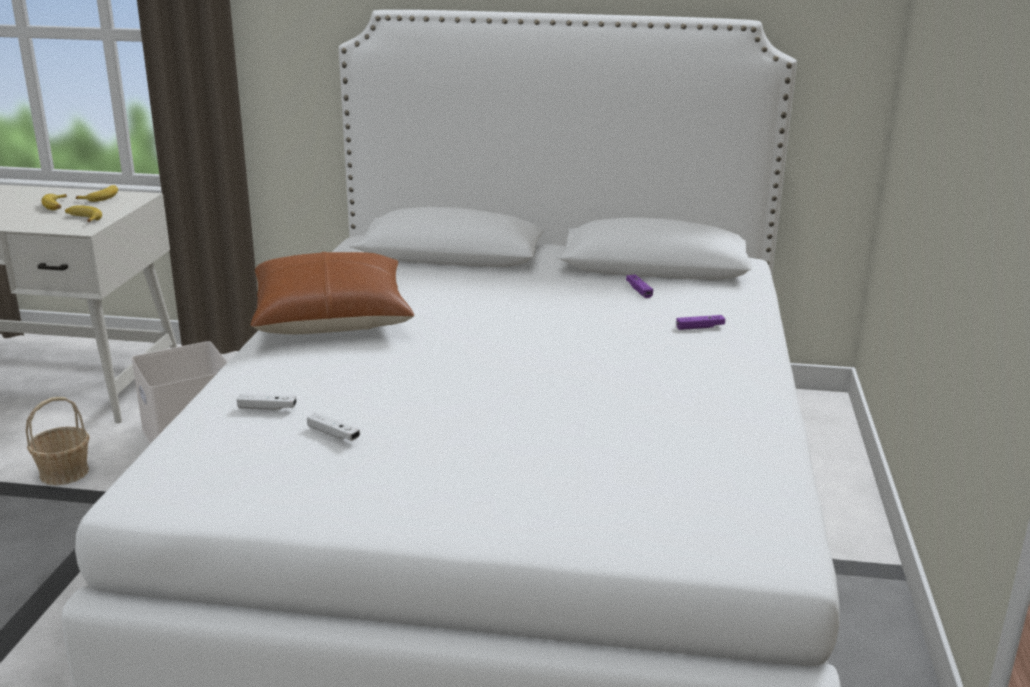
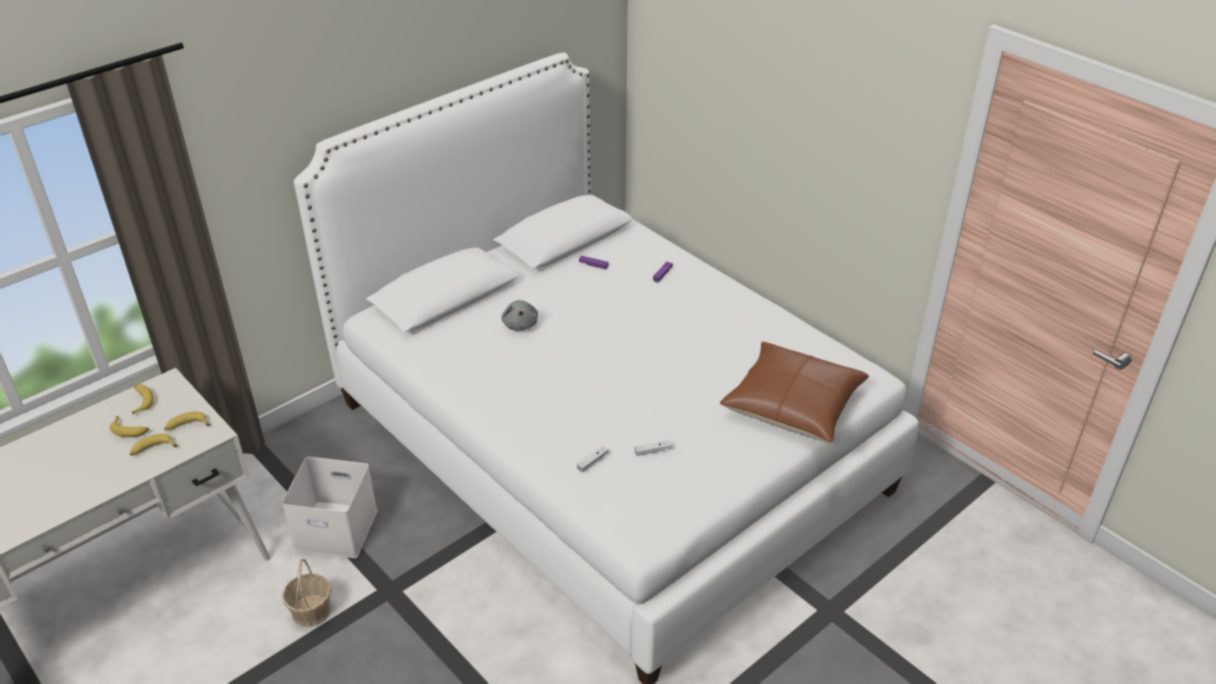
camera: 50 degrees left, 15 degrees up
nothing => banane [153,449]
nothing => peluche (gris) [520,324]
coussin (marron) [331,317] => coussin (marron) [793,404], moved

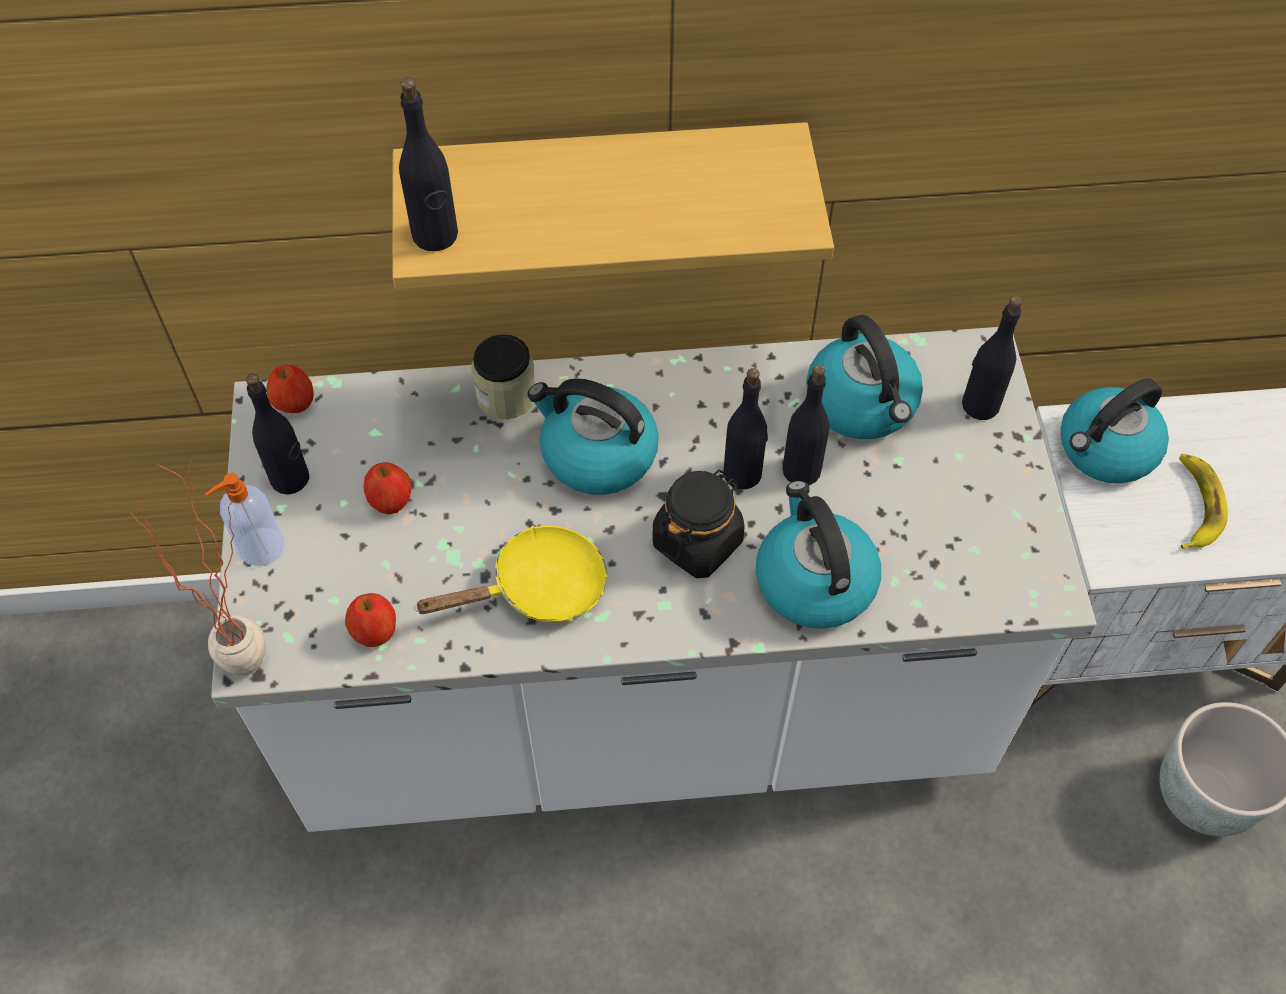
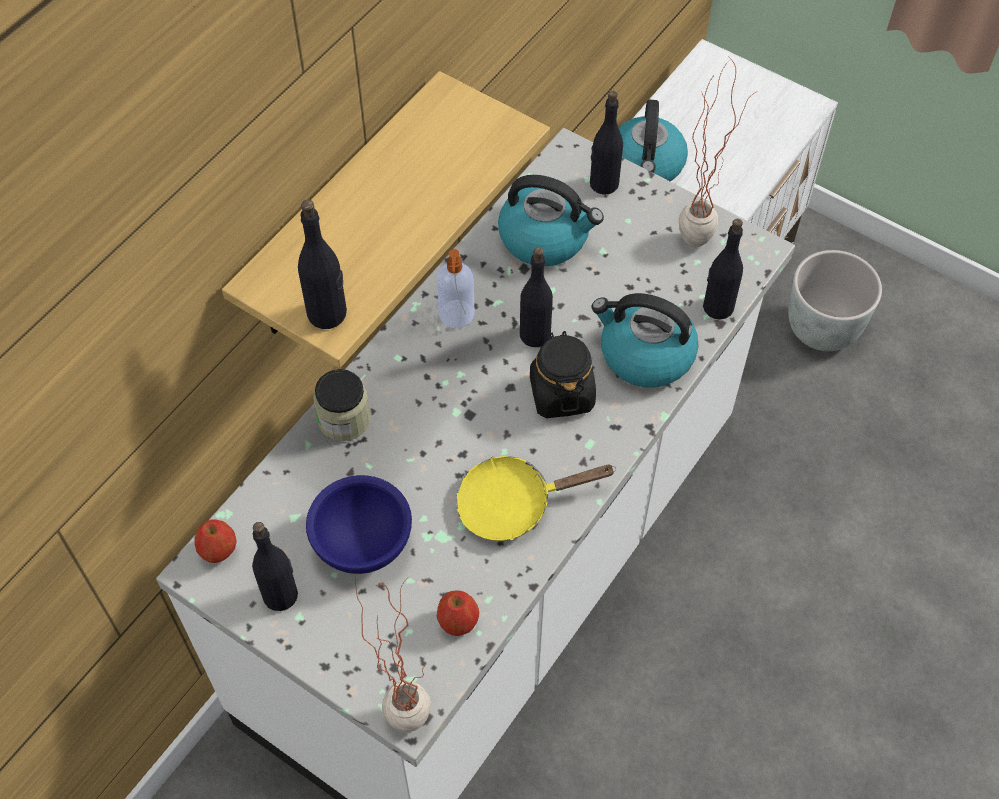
camera: 50 degrees left, 0 degrees up
bouilloire [597,454] => nothing
banane [1195,505] => nothing
nothing => plante en pot [701,233]
distributeur de savon [259,548] => distributeur de savon [456,315], moved
bouteille (noir) [801,470] => bouteille (noir) [717,307], moved
pomme [391,502] => bol (bleu) [362,545]
poêle (jaune) [538,588] => poêle (jaune) [513,504], 120 degrees counterclockwise

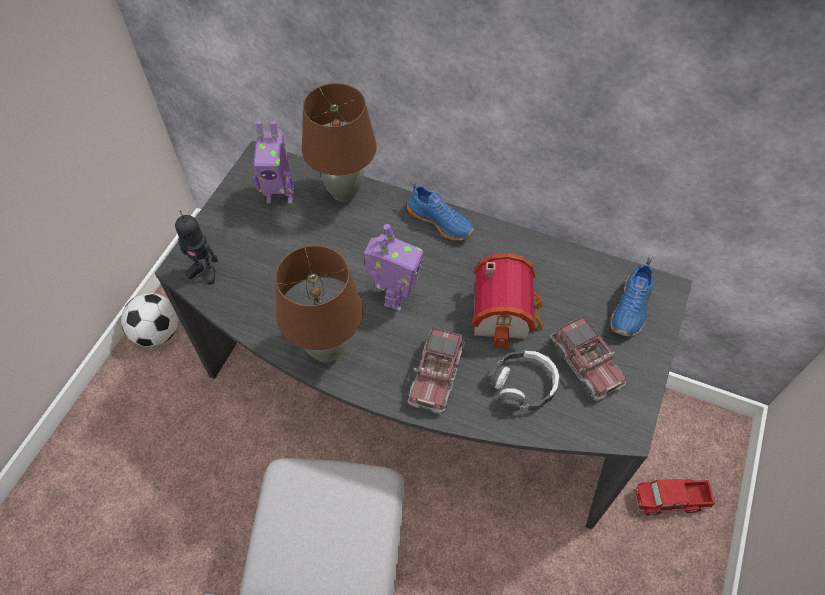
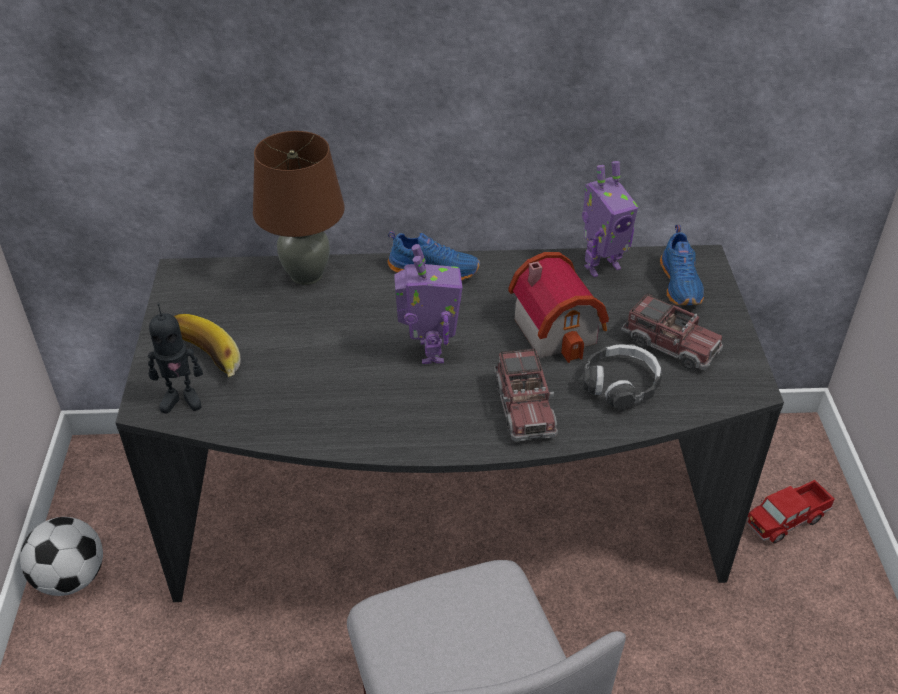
camera: 25 degrees left, 15 degrees down
lampe de table (marron) [327,349] => nothing
nothing => banane [203,360]
robot jouet [280,196] => robot jouet [601,266], moved

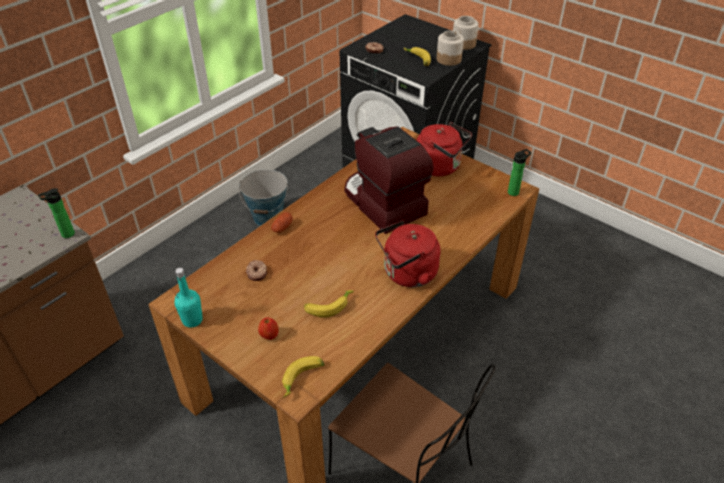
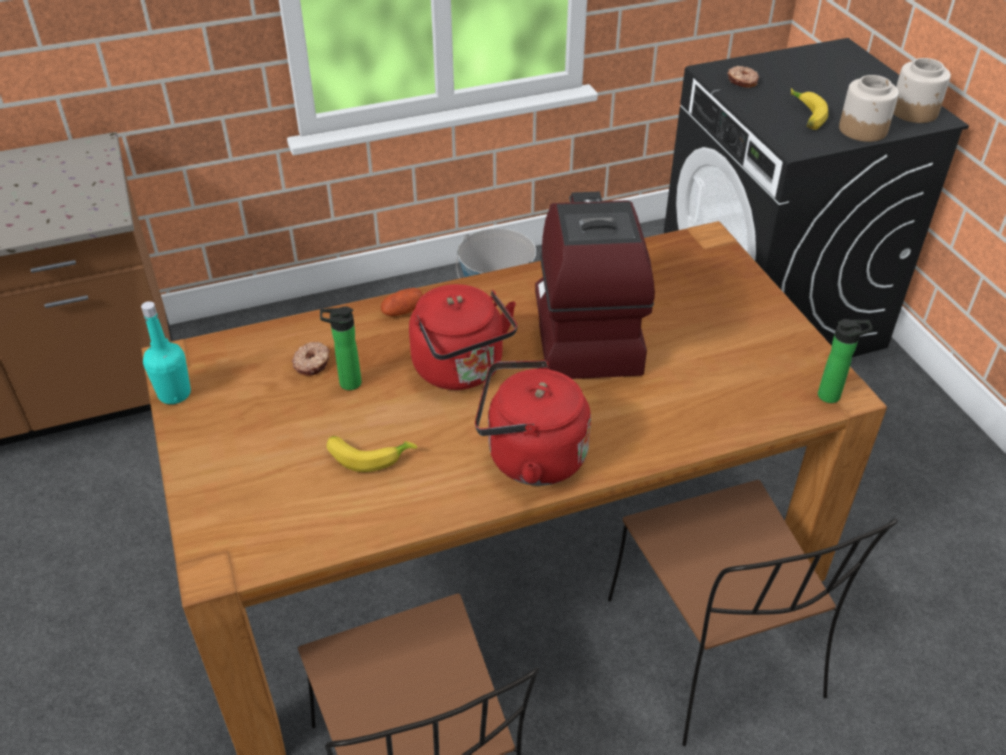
camera: 30 degrees right, 0 degrees up
pomme [269,336] => nothing
banane [302,379] => nothing
nothing => chaise (marron) [716,652]
bouteille [66,235] => bouteille [346,383], moved
bouilloire (rouge) [440,167] => bouilloire (rouge) [462,370], moved

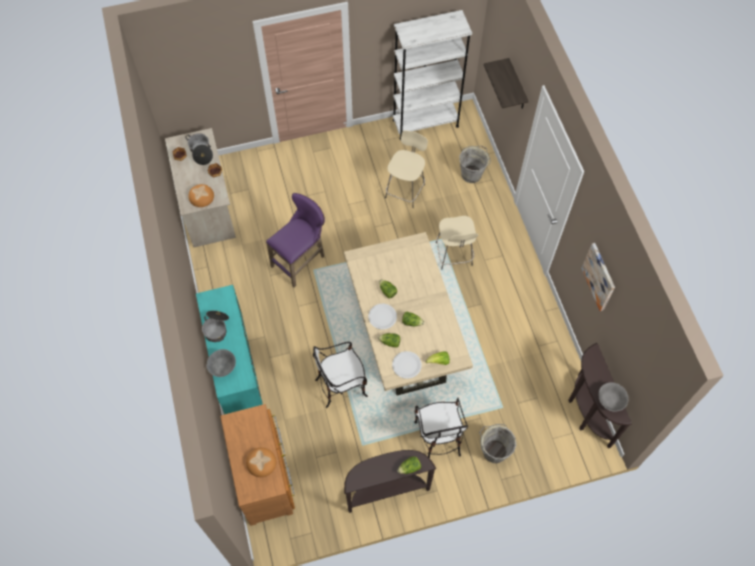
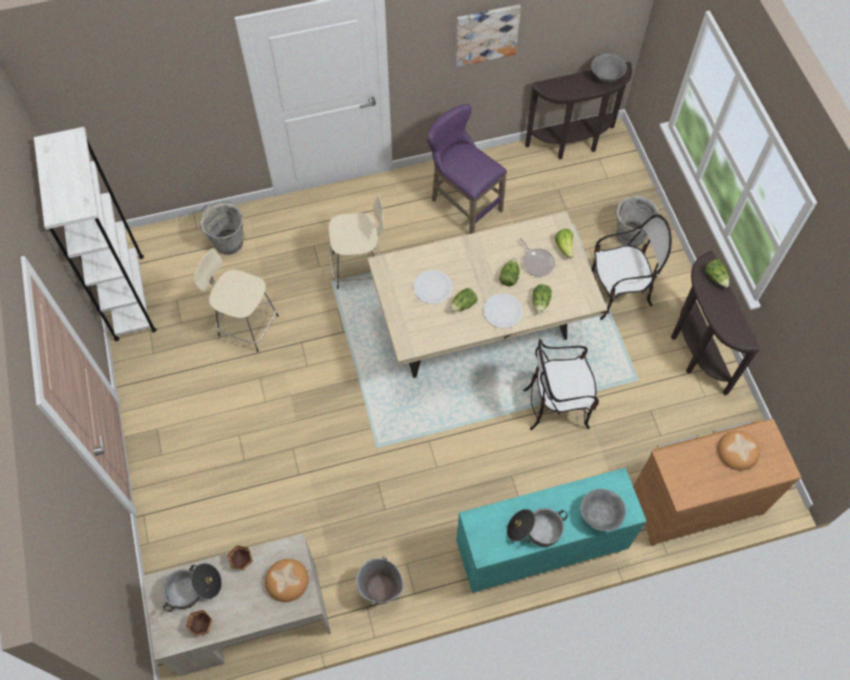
camera: 90 degrees left, 0 degrees up
étagère [517,86] => nothing
nothing => seau (gris) [380,589]
nothing => poêle [537,262]
tabouret (violet) [301,260] => tabouret (violet) [462,204], moved
assiette (blanc) [406,365] => assiette (blanc) [432,287], moved
chaise [341,385] => chaise [557,406], 105 degrees clockwise

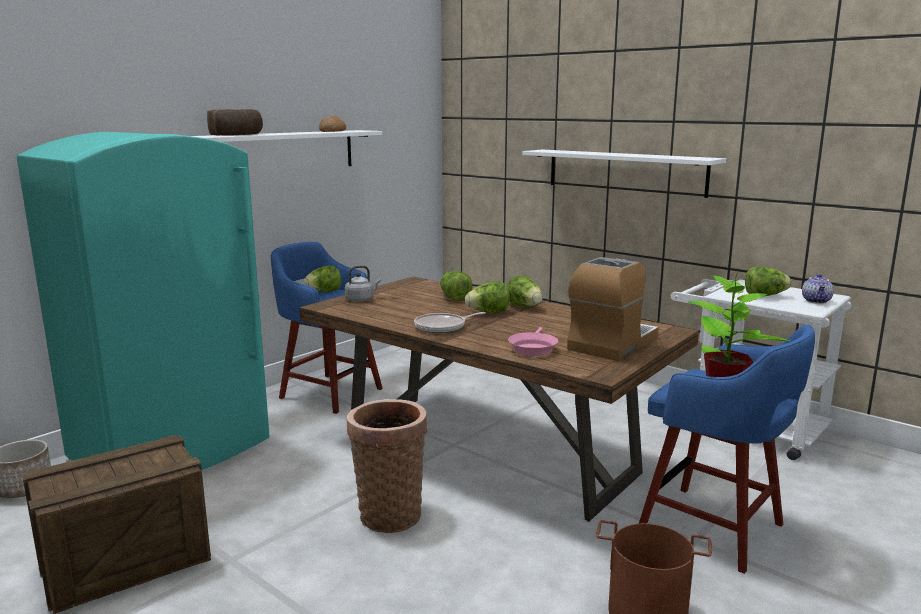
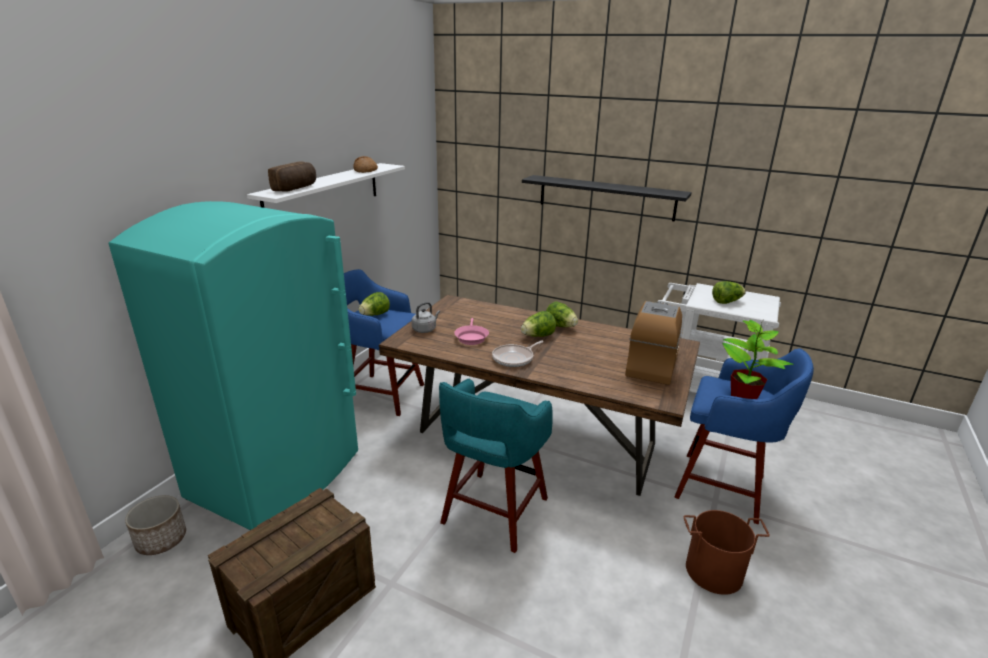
camera: 15 degrees left, 10 degrees up
laitue [454,298] => nothing
théière [817,301] => nothing
poêle (rose) [533,348] => poêle (rose) [471,337], moved
panier [389,513] => tabouret (turquoise) [493,512]
étagère (blanc) [624,172] => étagère (noir) [606,197]

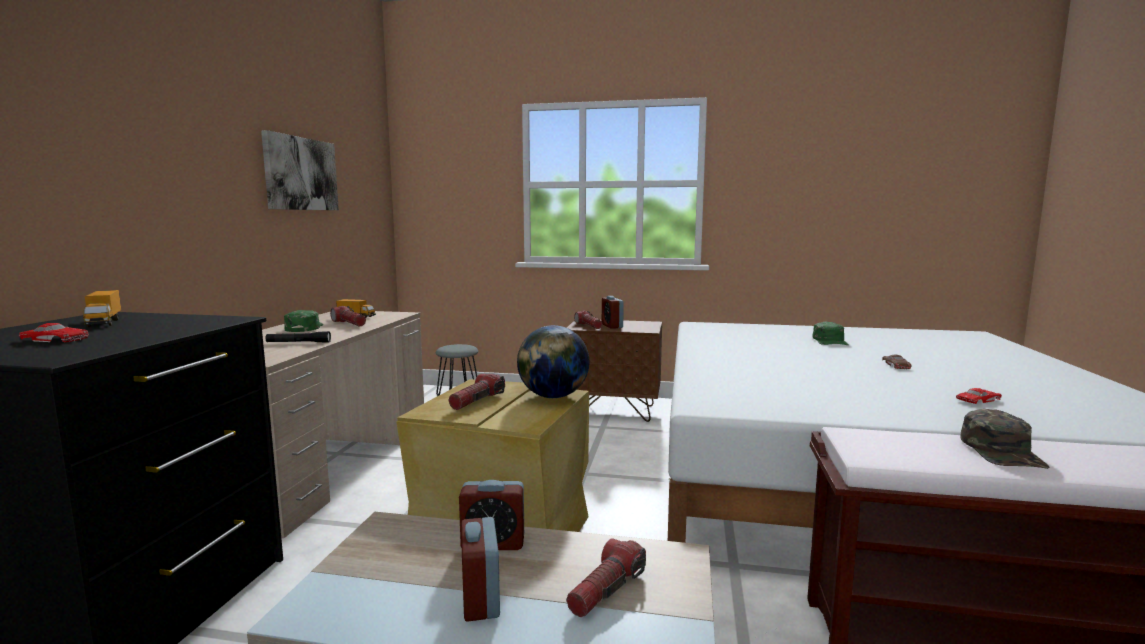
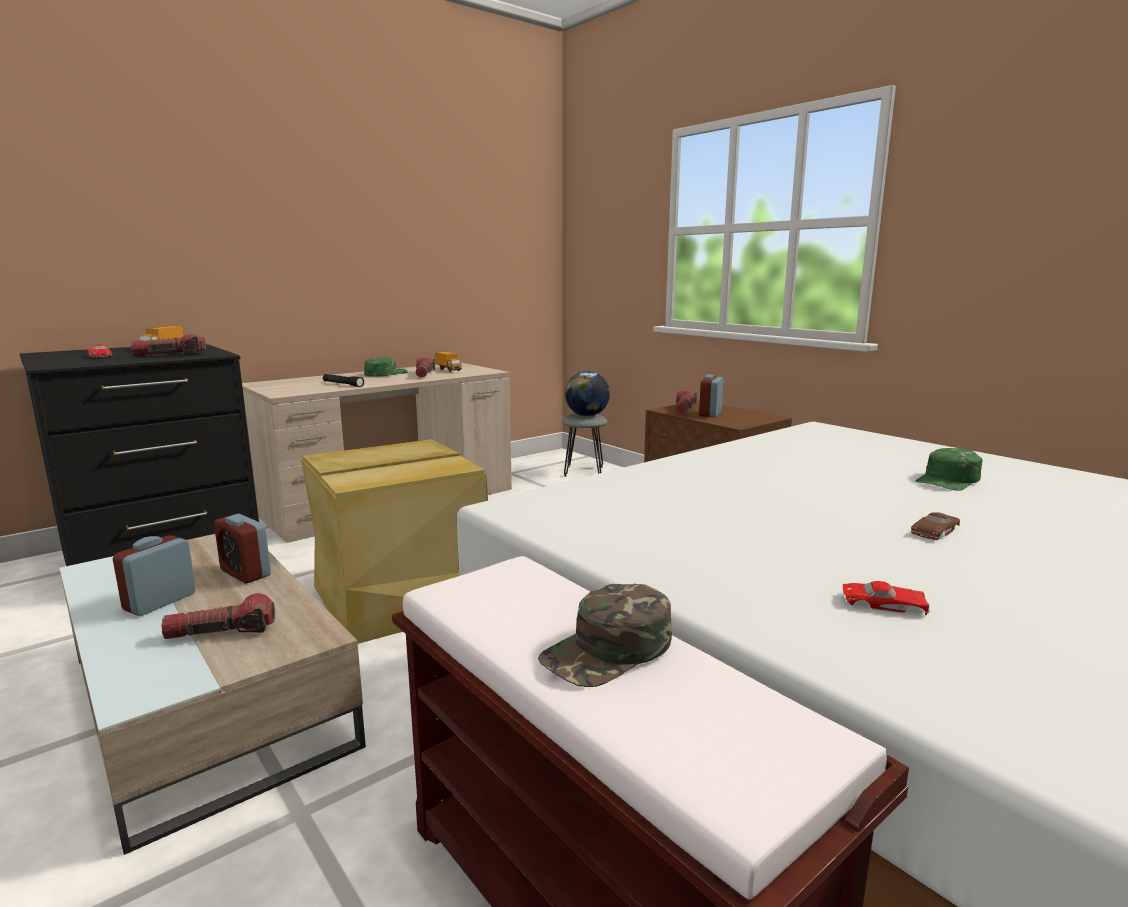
camera: 40 degrees right, 5 degrees up
tableau [300,174] => nothing
lampe de poche [477,401] => lampe de poche [170,355], moved
globe [553,396] => globe [587,415], moved

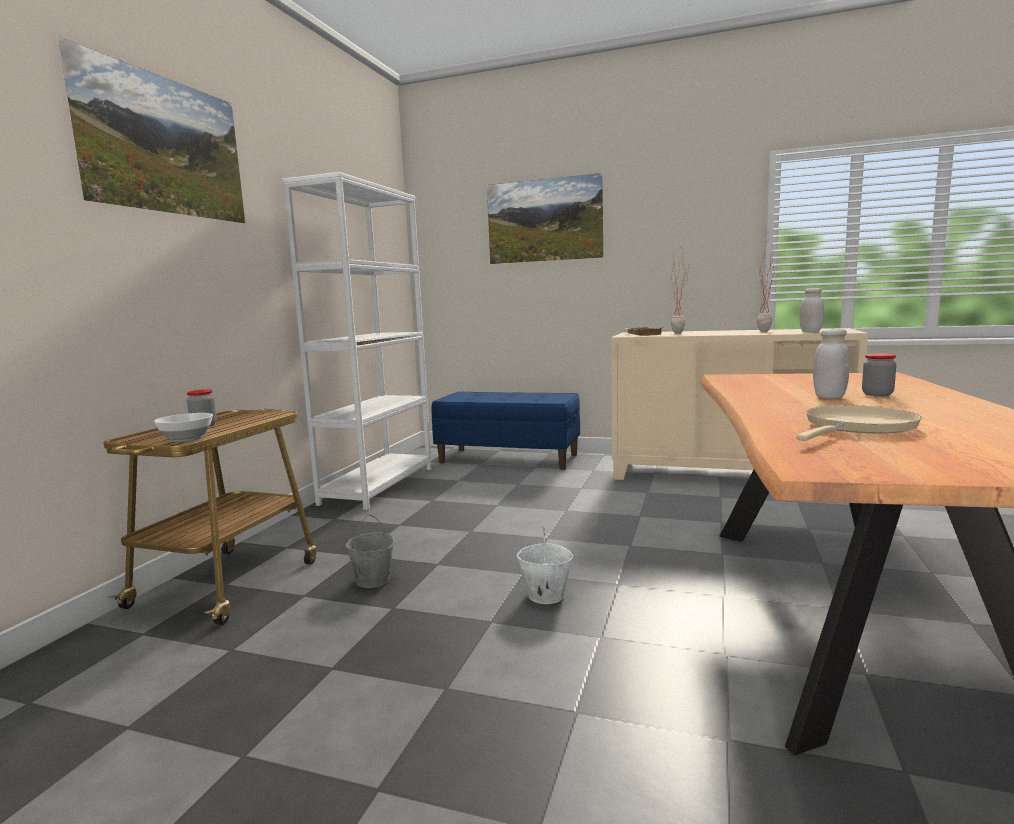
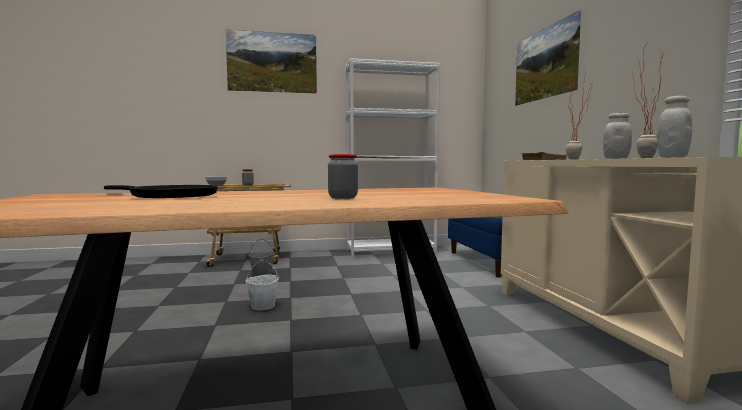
camera: 60 degrees right, 5 degrees down
bocal (blanc) [829,397] => bocal (blanc) [616,159], moved
poêle (beige) [857,427] => poêle (noir) [170,196]

